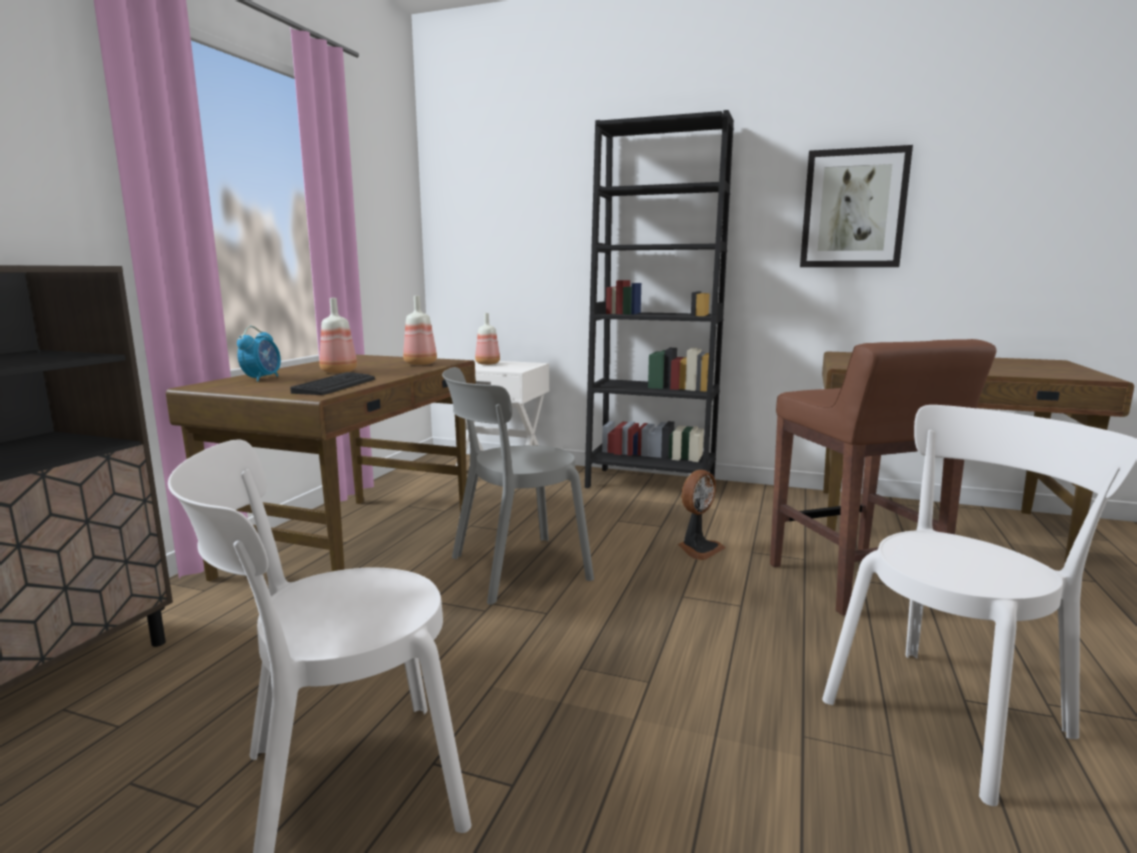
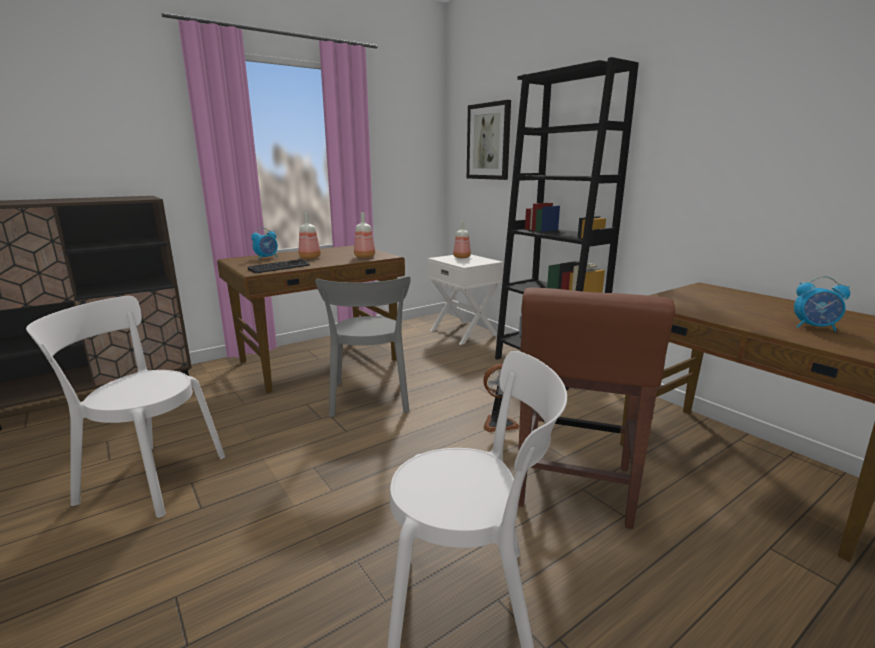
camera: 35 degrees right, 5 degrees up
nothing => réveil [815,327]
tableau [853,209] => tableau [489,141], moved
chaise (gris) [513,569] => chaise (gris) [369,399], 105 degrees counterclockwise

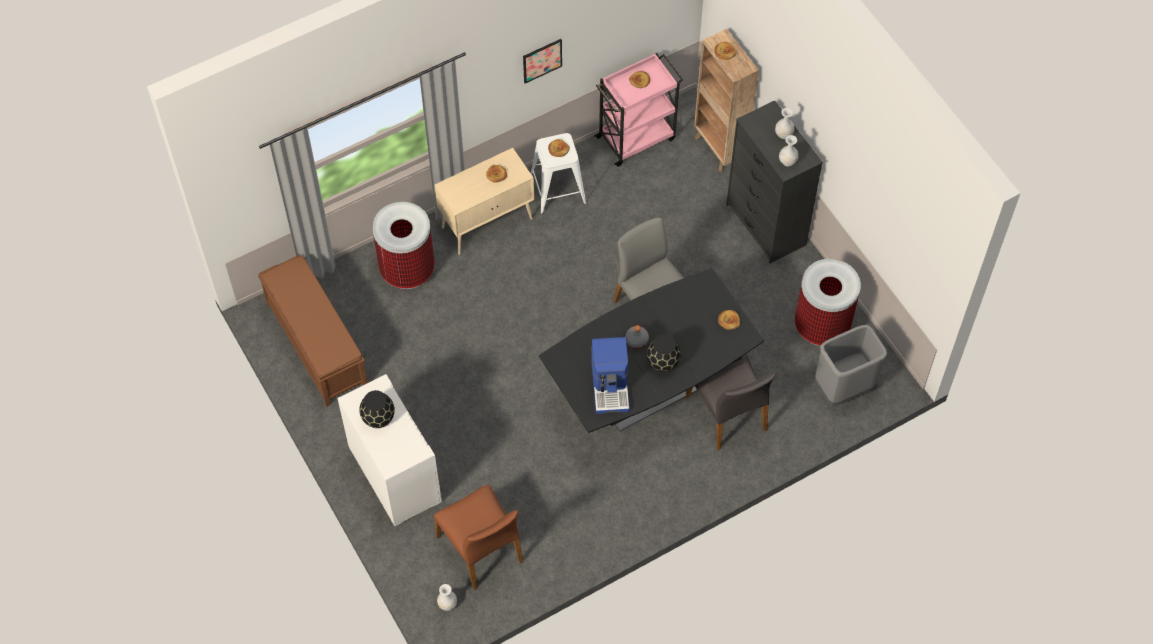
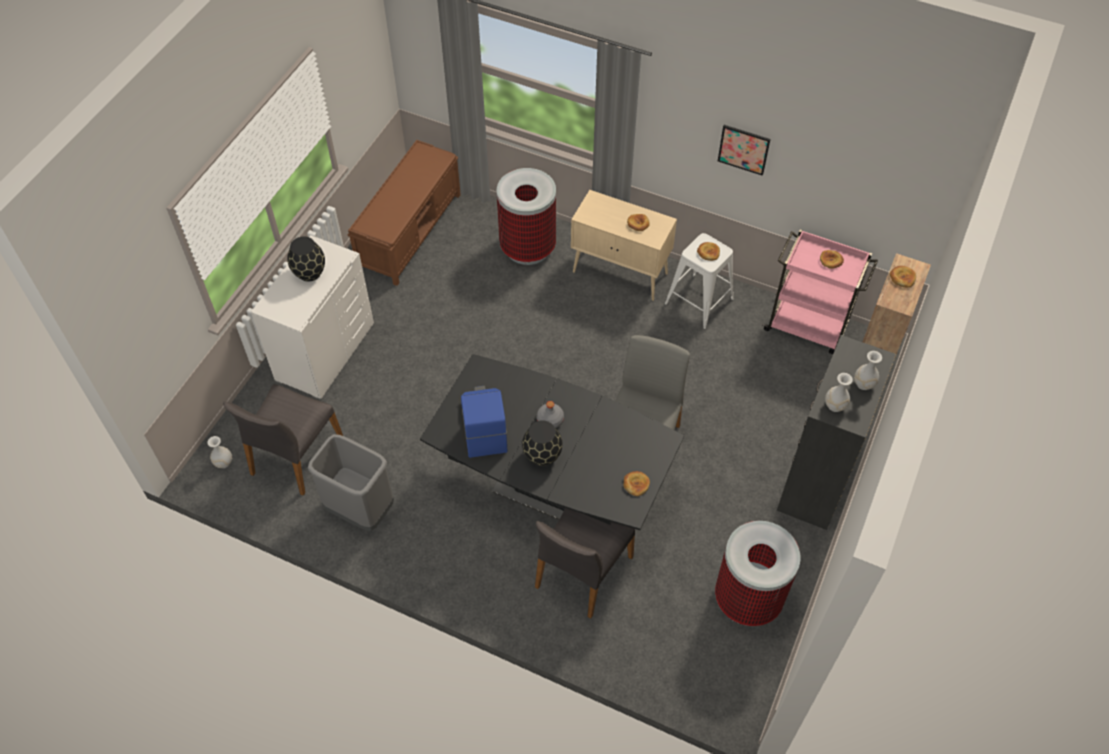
camera: 55 degrees right, 5 degrees down
poubelle (gris) [844,387] => poubelle (gris) [360,509], moved
chaise (marron) [481,549] => chaise (gris) [295,456]
machine à café [611,386] => machine à café [483,428], 120 degrees clockwise

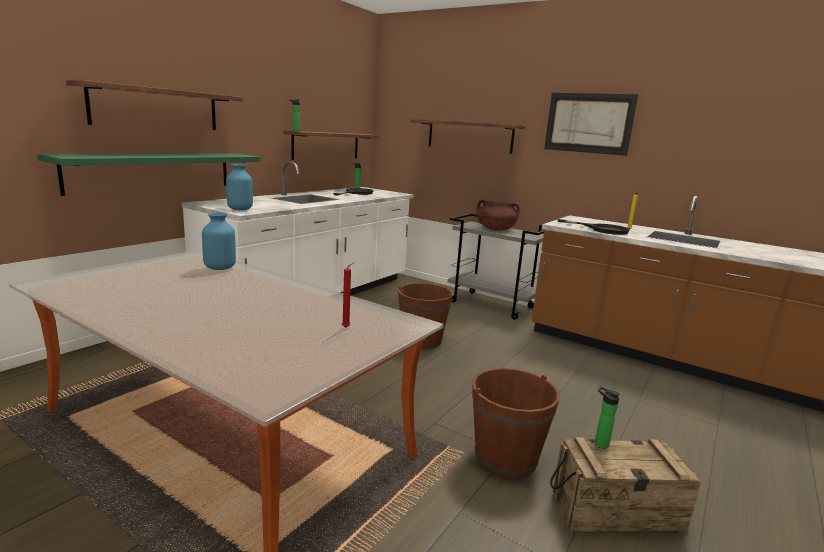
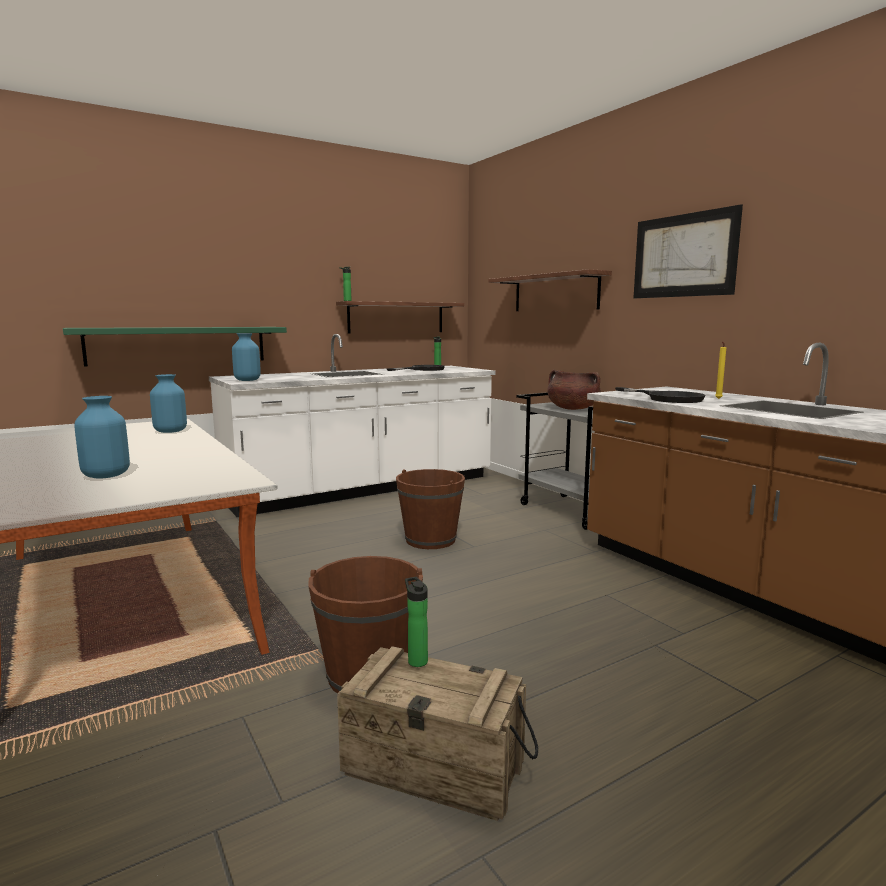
camera: 25 degrees right, 5 degrees down
étagère [156,108] => nothing
bougie (rouge) [347,327] => nothing
nothing => vase (bleu) [105,475]

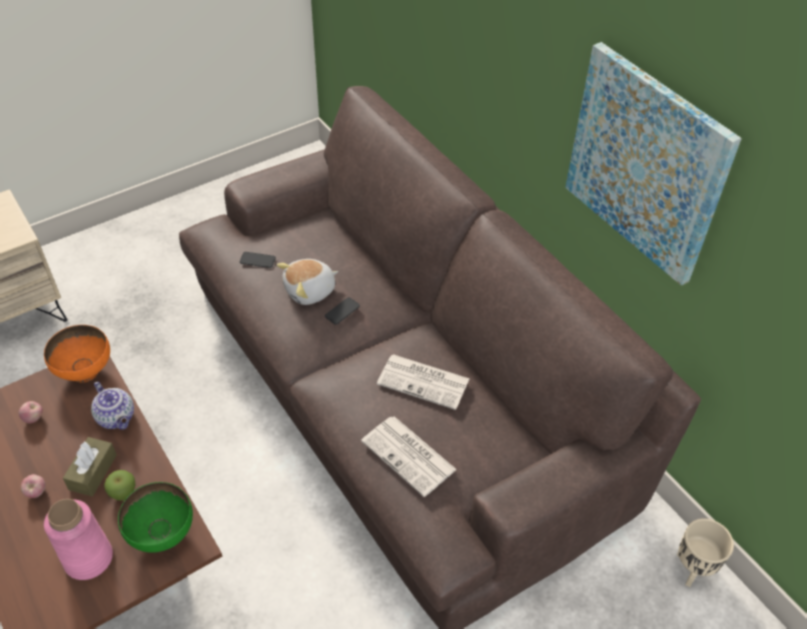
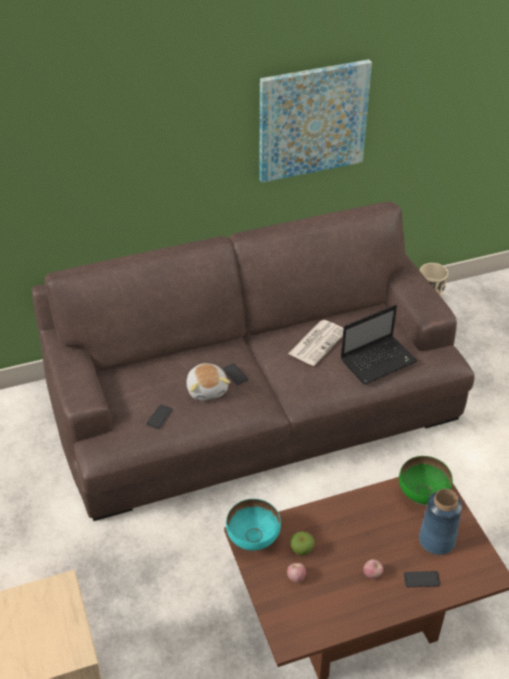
camera: 75 degrees left, 5 degrees down
boîte à mouchoirs (marron) [93,472] => nothing
théière [117,418] => nothing
nothing => téléphone [421,579]
pomme [123,493] => pomme [301,550], moved
journal [410,456] => ordinateur portable [379,360]
bol (orange) [85,371] => bol (turquoise) [253,539]
vase (rose) [88,559] => vase (bleu) [437,540]

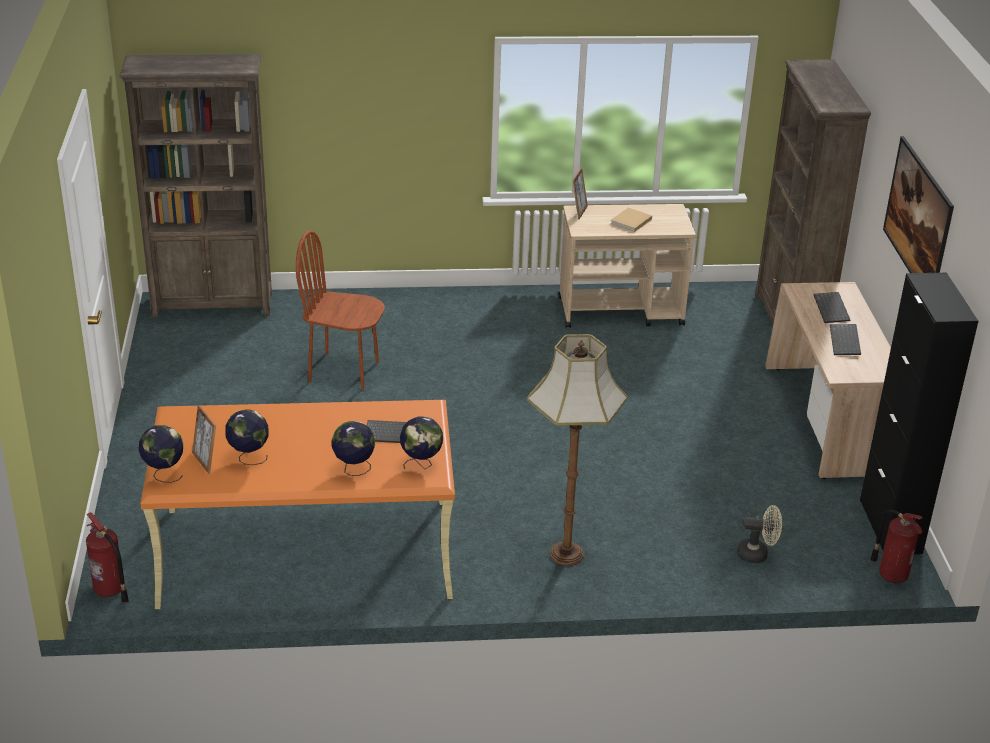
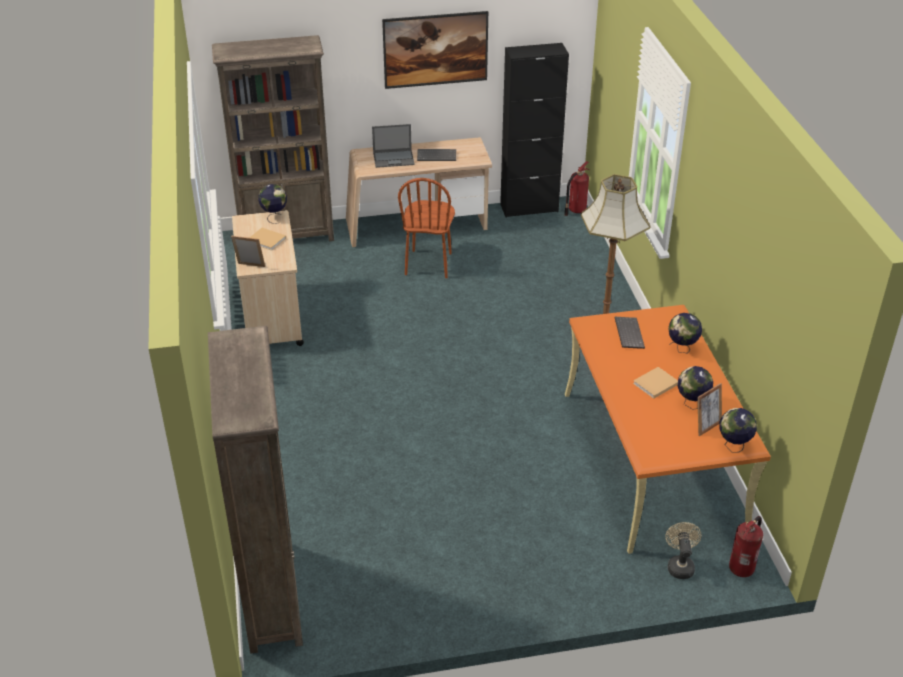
camera: 95 degrees left, 5 degrees up
nothing => livre (beige) [654,384]
chaise (marron) [344,371] => chaise (marron) [429,264], moved
globe [421,464] => globe [274,217], moved
ventilateur (beige) [757,554] => ventilateur (beige) [680,565], moved
clavier [832,309] => ordinateur portable [394,158]

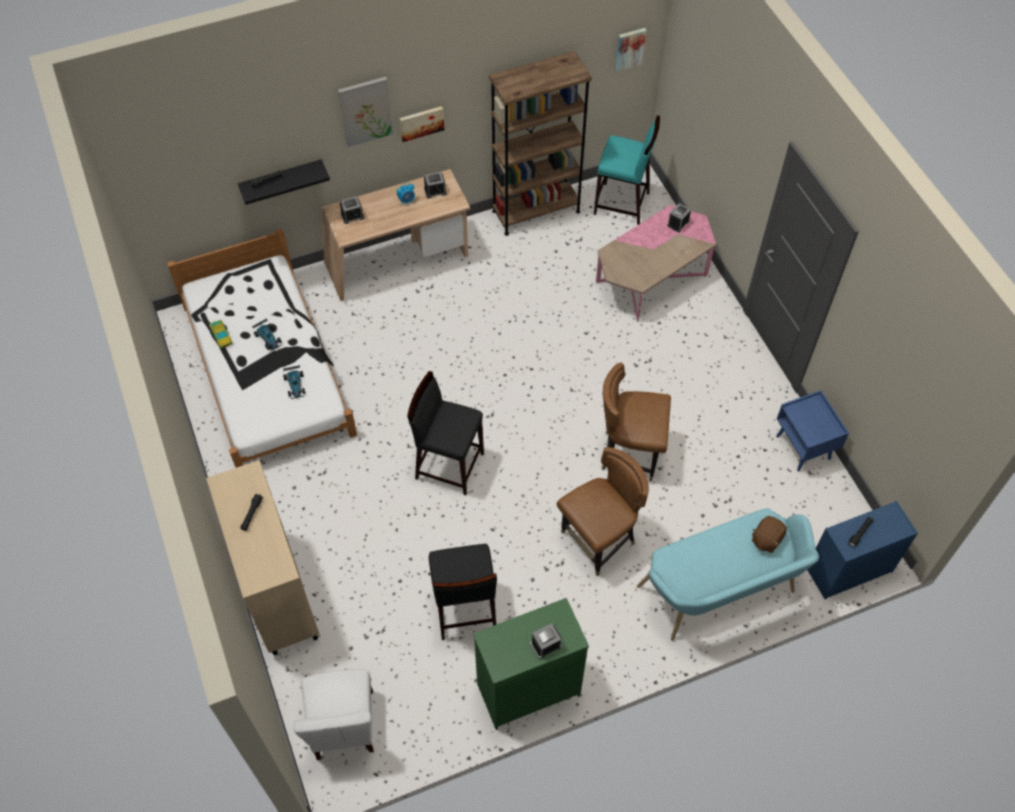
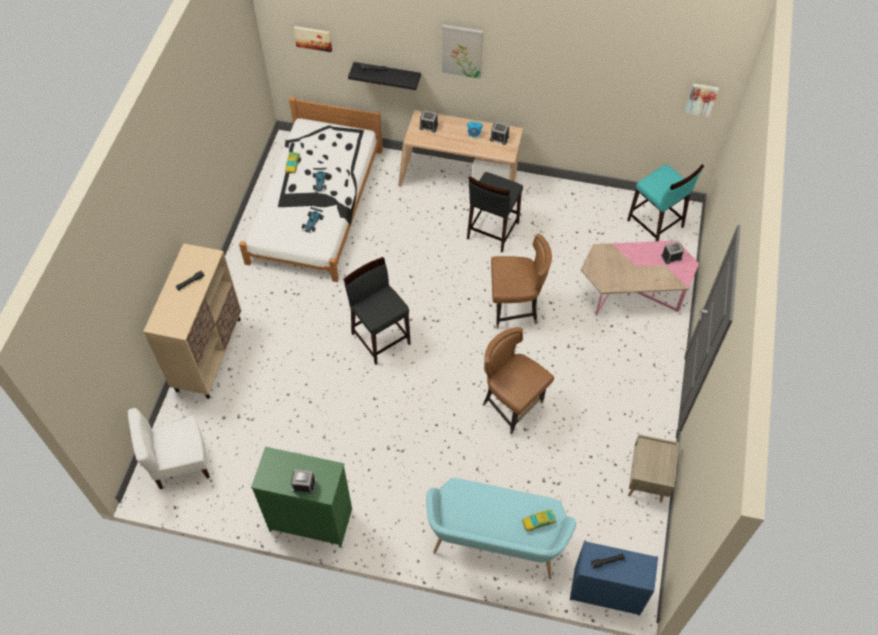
camera: 35 degrees right, 0 degrees up
bibliothèque (marron) [536,211] => nothing
tableau [421,122] => tableau [313,38], moved
tabouret (noir) [464,609] => tabouret (noir) [492,231], moved
chaise (marron) [599,541] => chaise (marron) [515,309], moved
peluche (marron) [766,539] => petite voiture [538,521]
table de chevet (bleu) [804,447] => table de chevet (beige) [647,481]
chaise (blanc) [343,725] => chaise (blanc) [180,463], 45 degrees clockwise

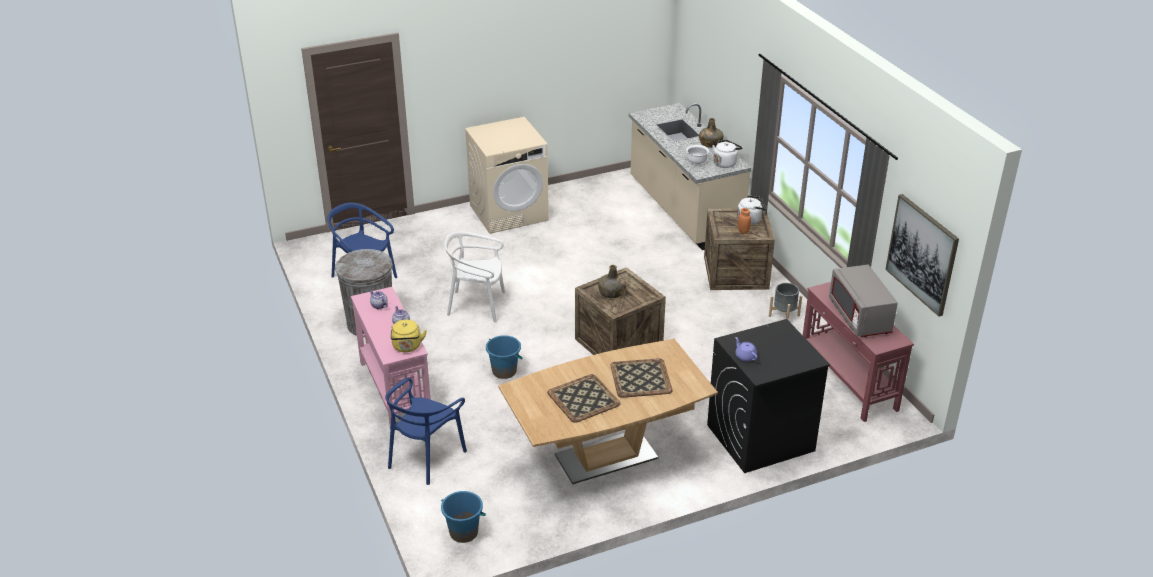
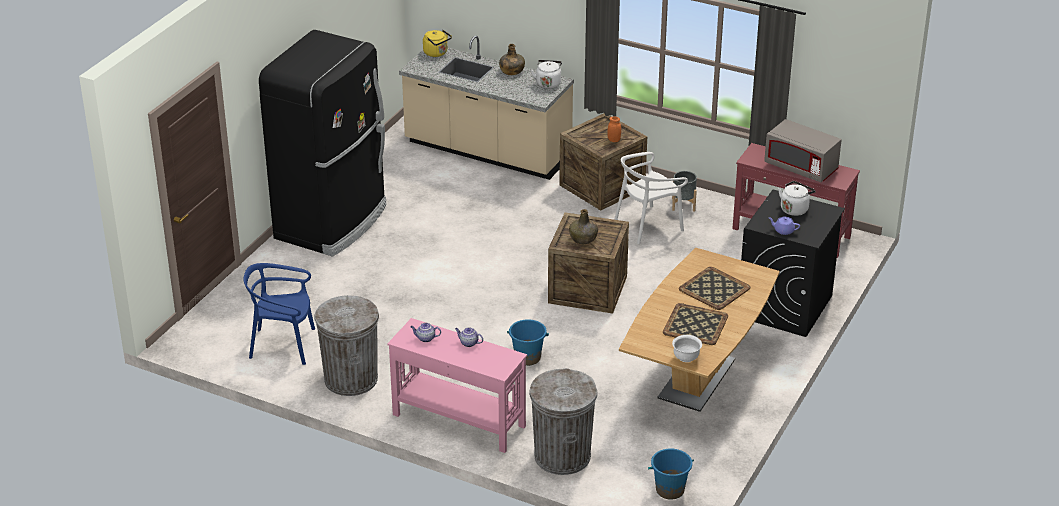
camera: 40 degrees left, 0 degrees up
tableau [922,254] => nothing
bouilloire (jaune) [407,347] => bouilloire (jaune) [437,53], moved
chaise (blanc) [477,305] => chaise (blanc) [647,225], moved
bol (blanc) [696,162] => bol (blanc) [686,358], moved
bouilloire (blanc) [750,219] => bouilloire (blanc) [795,209], moved
chaise (bleu) [425,458] => poubelle (gris) [562,456]
lave-linge (beige) [509,212] => réfrigérateur (noir) [333,222]

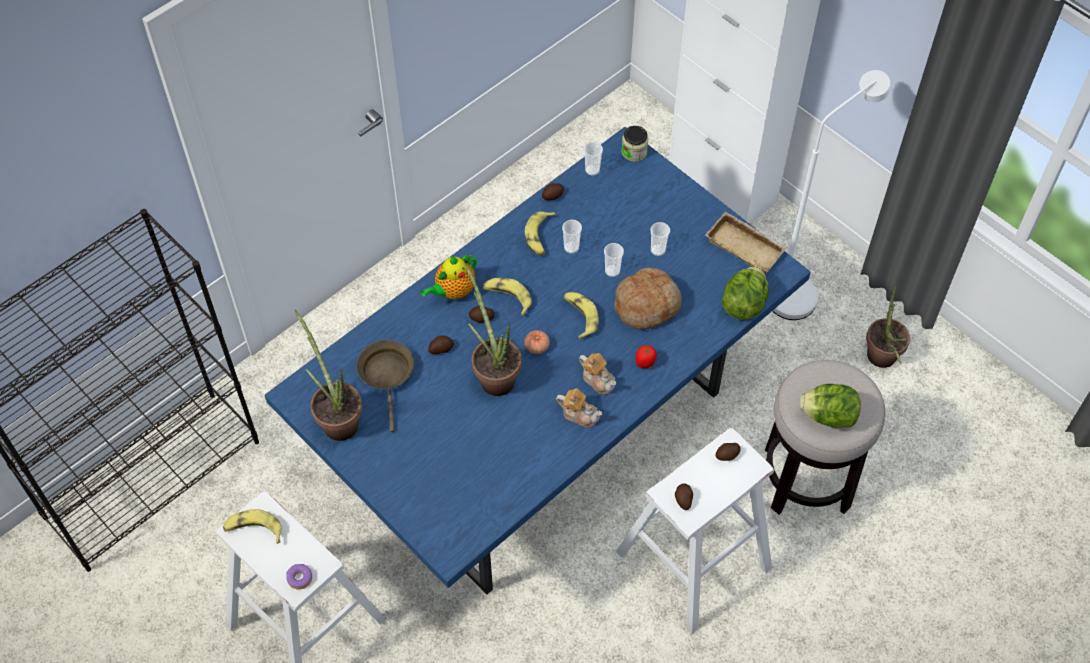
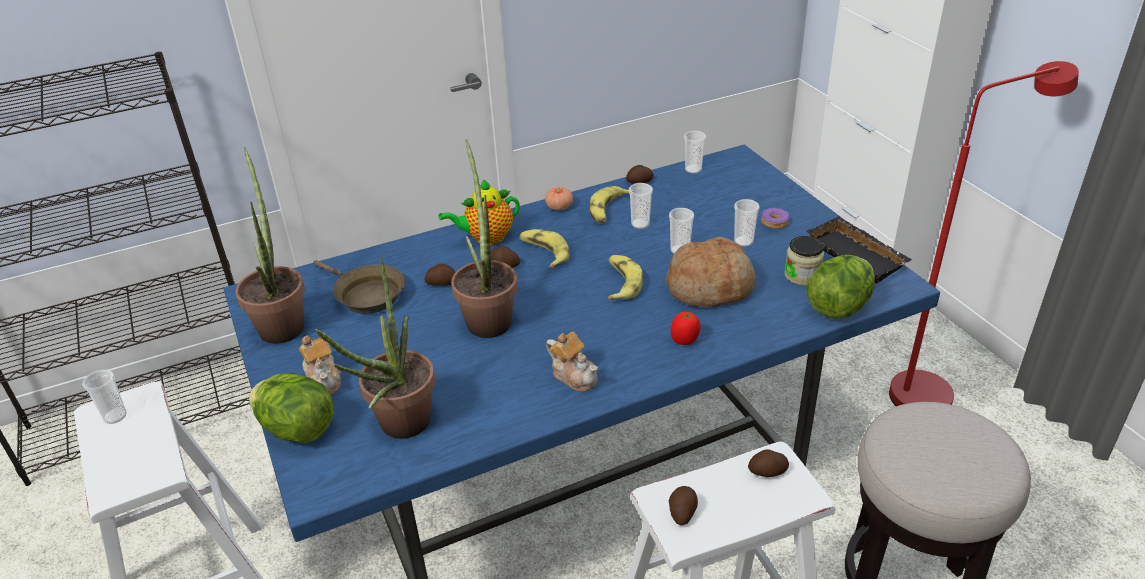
camera: 20 degrees right, 20 degrees down
beignet [299,578] => beignet [774,222], moved
tomate [537,346] => tomate [559,207], moved
théière [598,380] => théière [324,379], moved
bocal [634,152] => bocal [802,275], moved
laitue [829,416] => laitue [297,429], moved
plante en pot [881,361] => plante en pot [399,429], moved
banane [254,529] => tasse [115,416]
plateau (beige) [747,246] => plateau (noir) [858,255]
lampadaire (blanc) [800,290] => lampadaire (rouge) [932,390]
poêle (marron) [387,375] => poêle (marron) [366,295], 120 degrees clockwise

